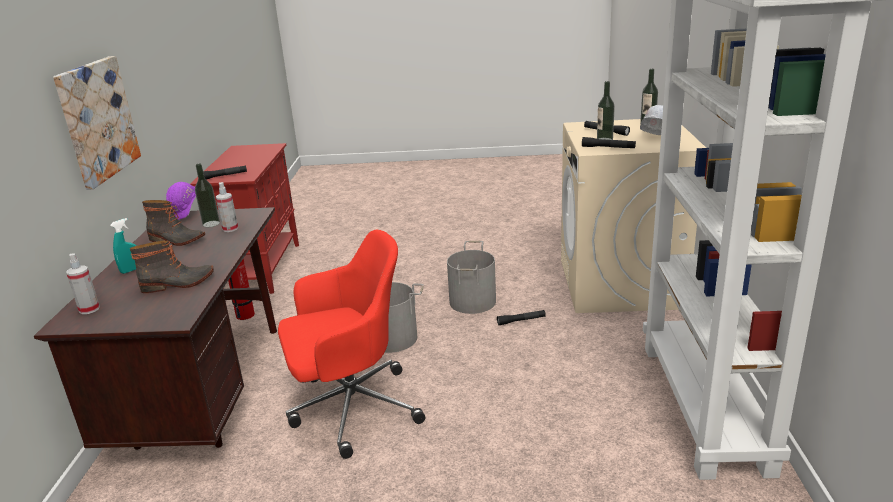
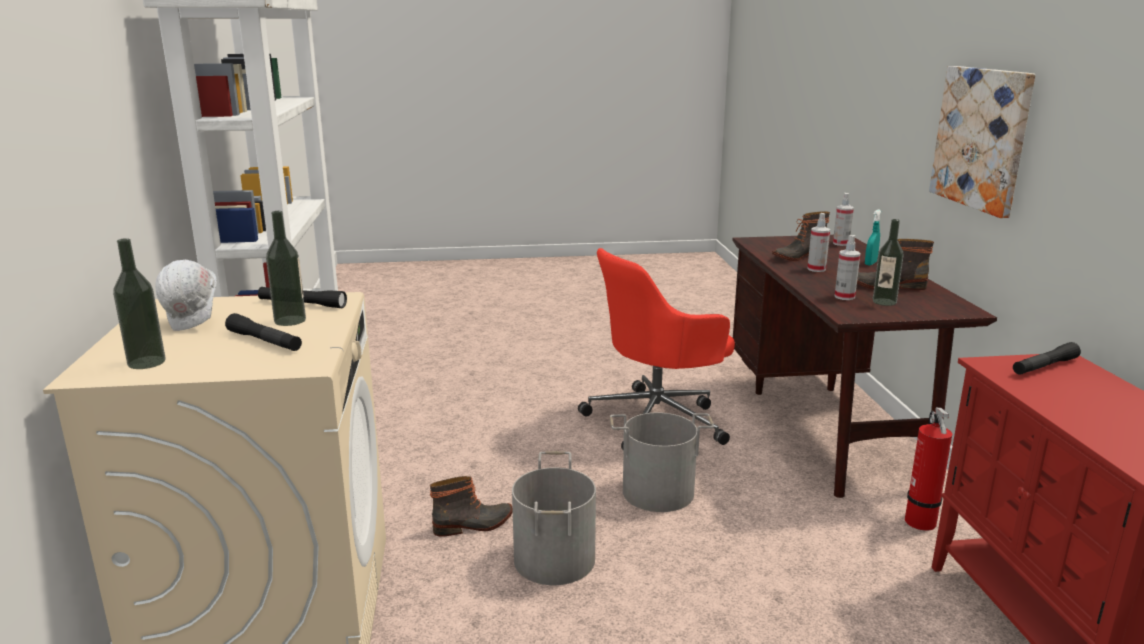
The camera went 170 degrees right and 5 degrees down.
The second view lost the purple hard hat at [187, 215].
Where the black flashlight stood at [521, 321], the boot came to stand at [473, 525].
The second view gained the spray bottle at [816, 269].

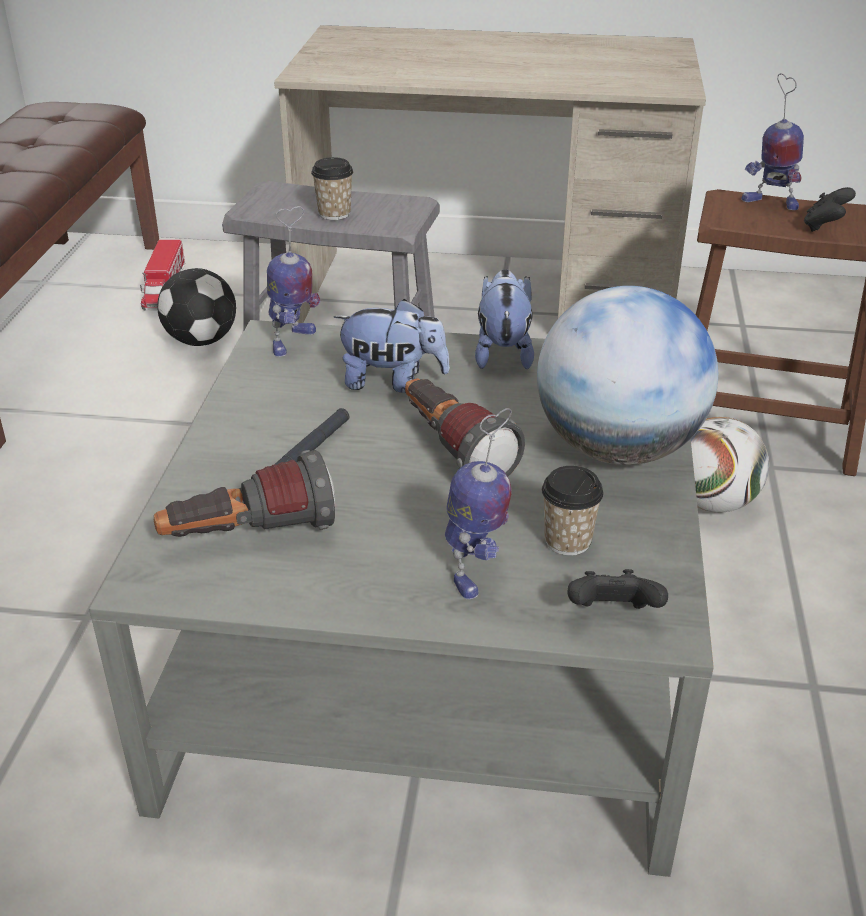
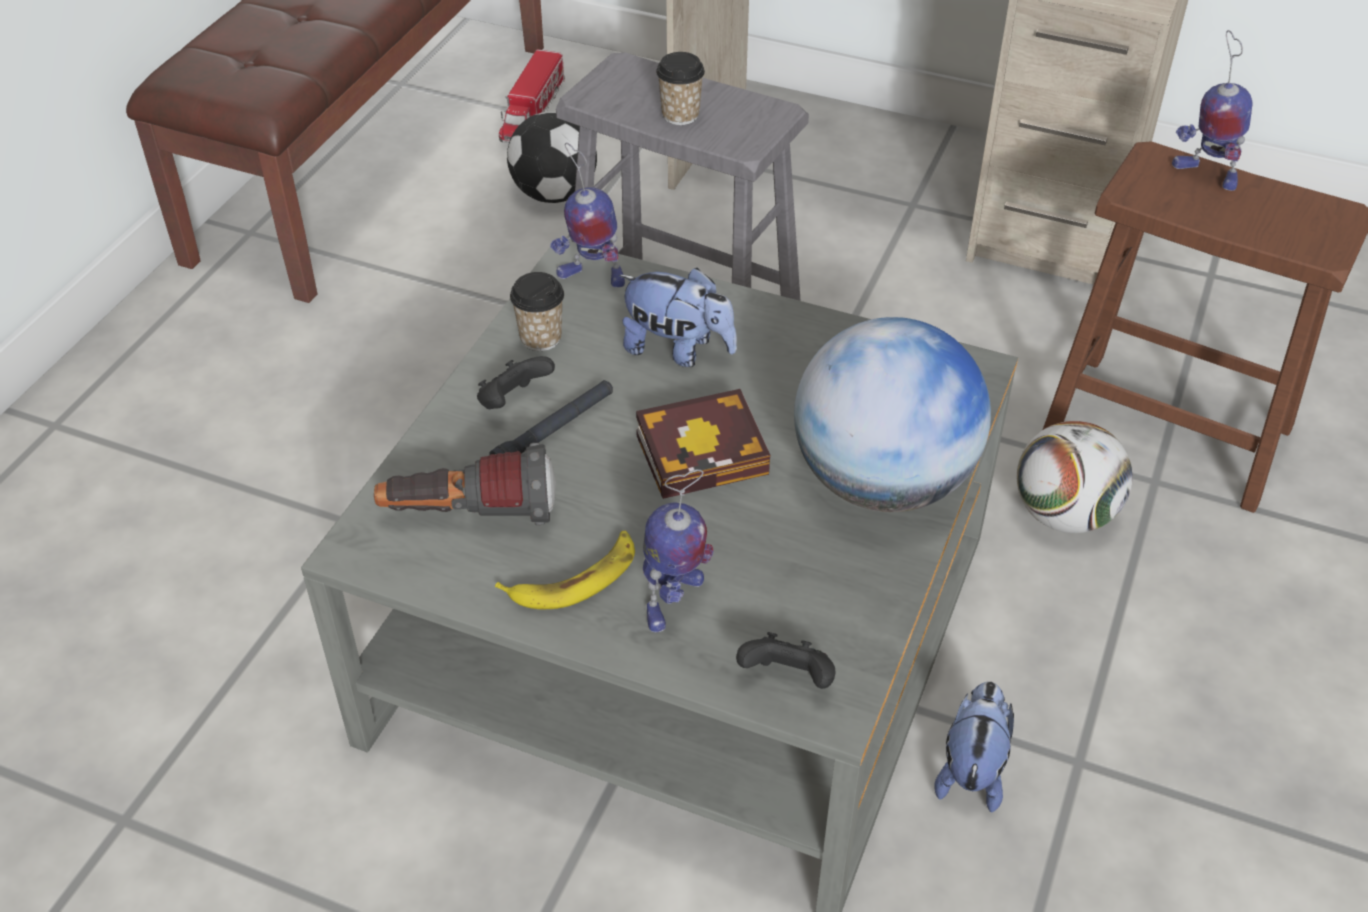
The camera went 15 degrees right and 10 degrees up.
The black game controller ended up elsewhere, having gone from [824, 227] to [513, 402].
The toy robot at [292, 342] ended up facing another way, 60 degrees clockwise from before.
The plush toy ended up elsewhere, having gone from [503, 352] to [971, 770].
Where the flashlight stood at [453, 451], the book came to stand at [707, 452].
The cup ended up elsewhere, having gone from [567, 541] to [541, 338].
The second view gained the banana at [575, 578].

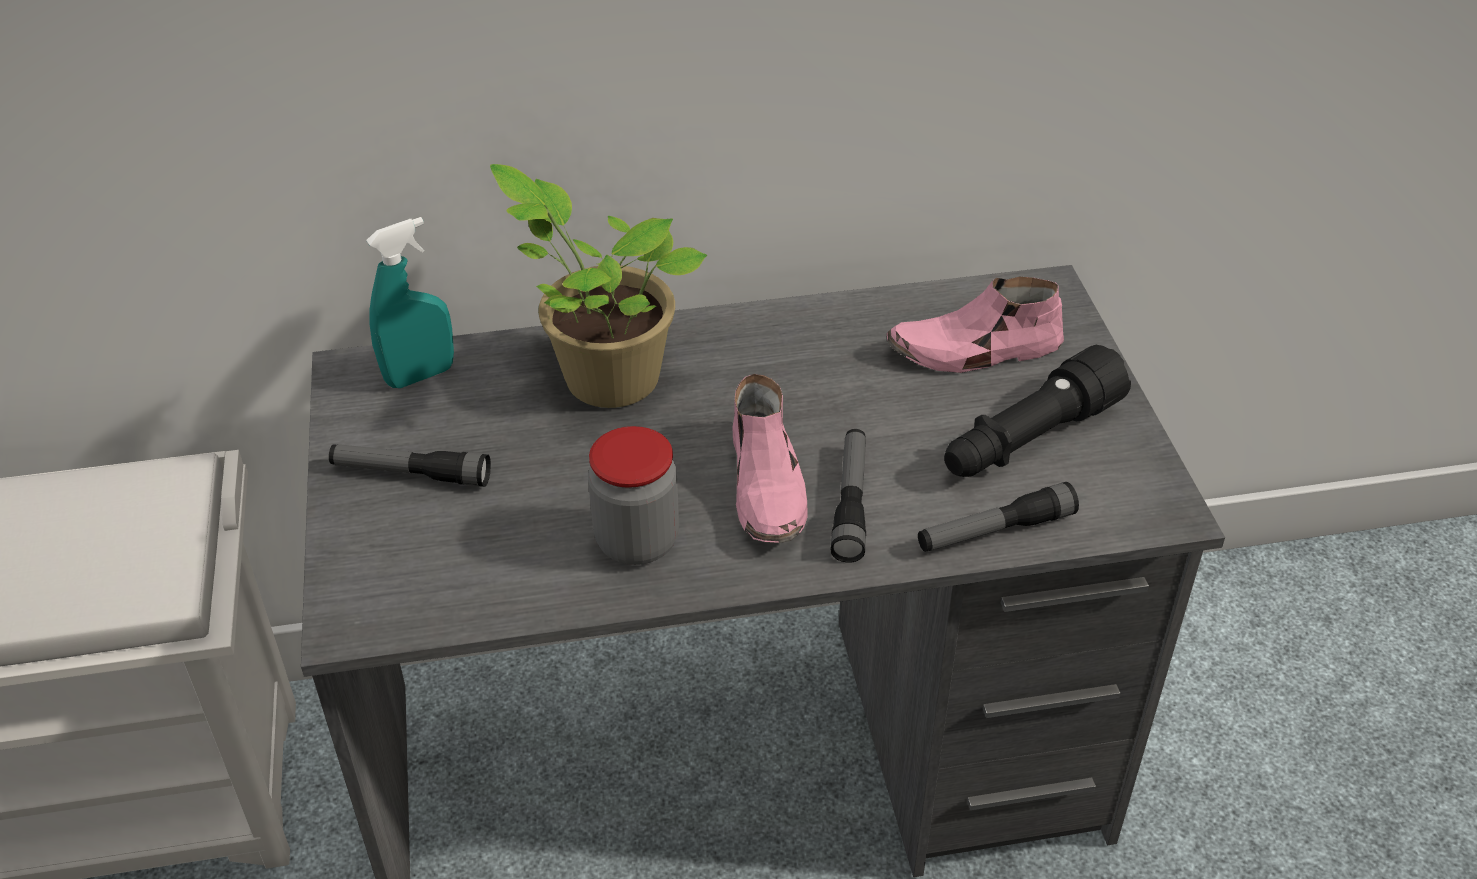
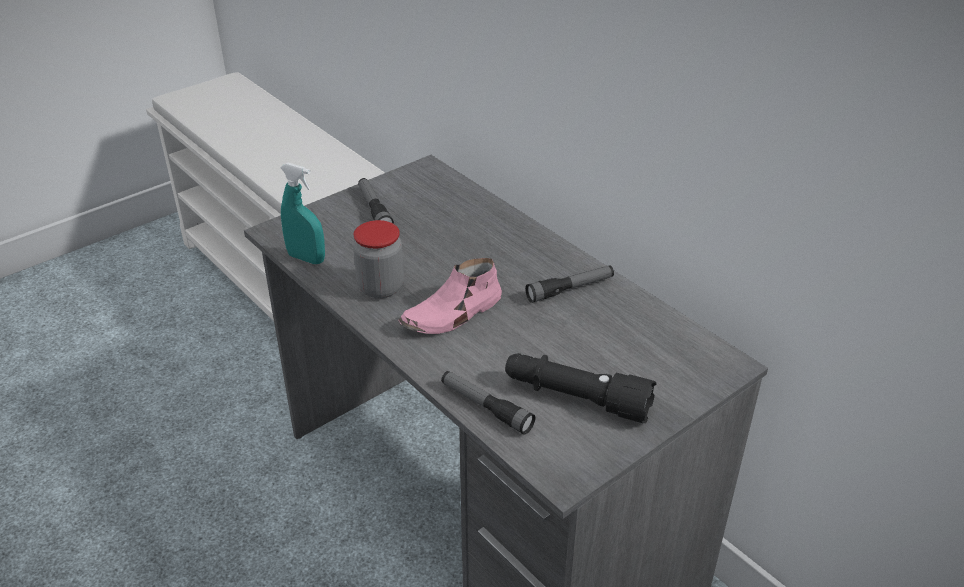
The camera went 60 degrees right and 5 degrees down.
The second view lost the potted plant at [604, 377].
The turquoise spray bottle ended up elsewhere, having gone from [420, 375] to [306, 258].
The second view lost the pink shoe at [975, 350].
The flashlight ended up elsewhere, having gone from [851, 503] to [570, 289].

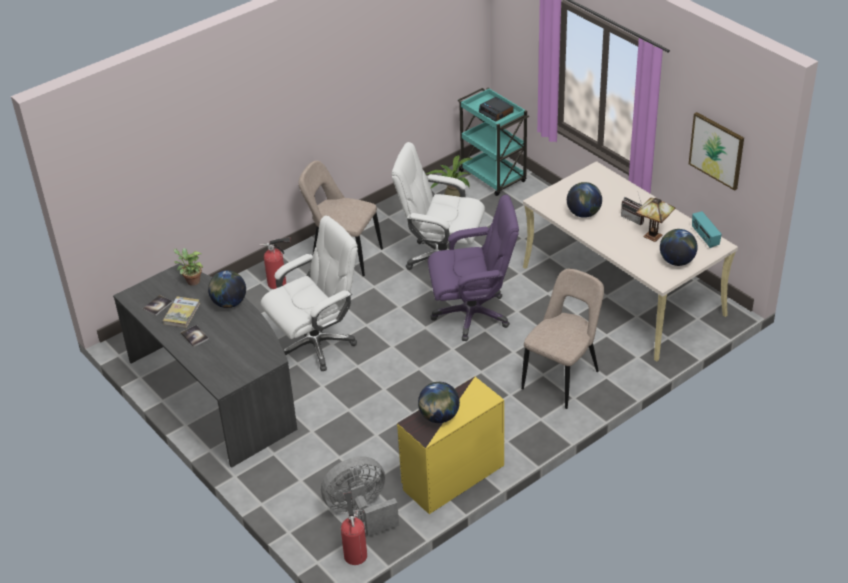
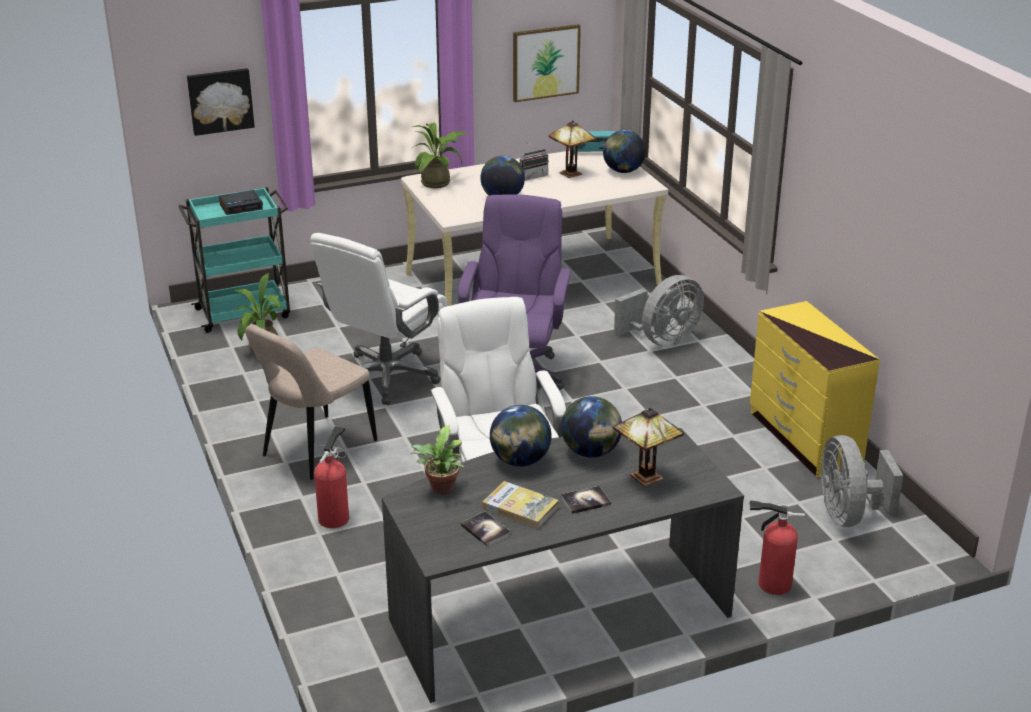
The camera went 75 degrees left and 10 degrees down.
Where the beige chair stood at [562, 378], the grey fan came to stand at [662, 340].
The globe ended up elsewhere, having gone from [439, 417] to [591, 452].
The fire extinguisher ended up elsewhere, having gone from [355, 553] to [770, 584].
The second view gained the picture at [220, 100].
The second view gained the potted plant at [439, 183].
The second view gained the table lamp at [646, 478].

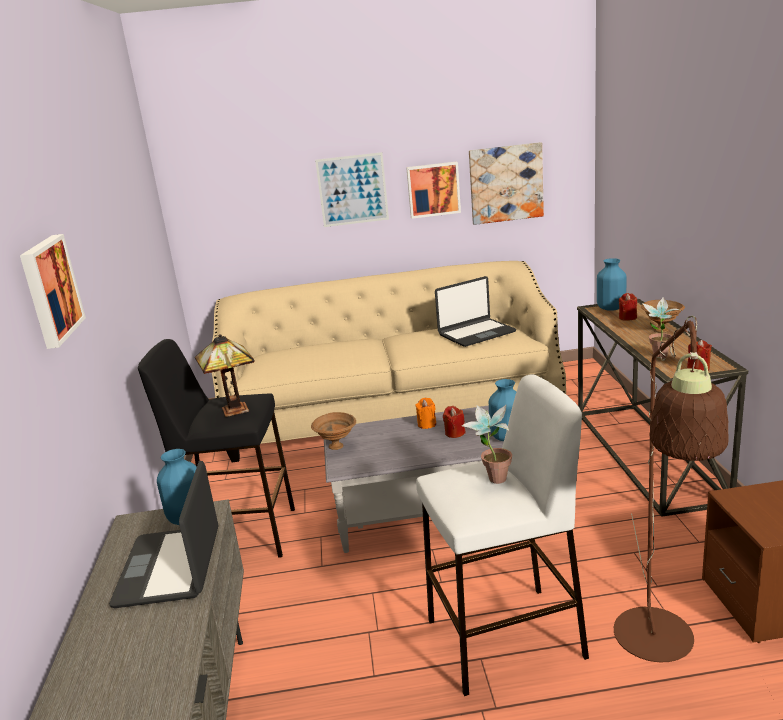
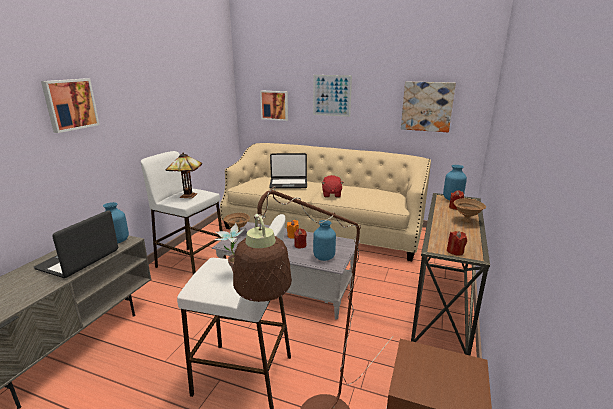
The camera went 25 degrees right and 0 degrees up.
The picture ended up elsewhere, having gone from [433, 189] to [274, 105].
The laptop ended up elsewhere, having gone from [476, 333] to [288, 184].
The second view lost the potted plant at [659, 358].
What was the black stool at [239, 535] turned into the white stool at [191, 264].
The second view gained the red plush toy at [331, 194].

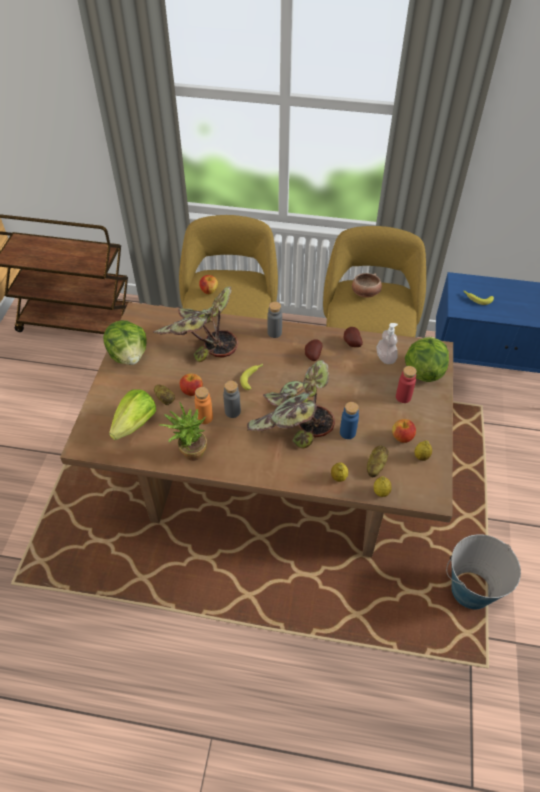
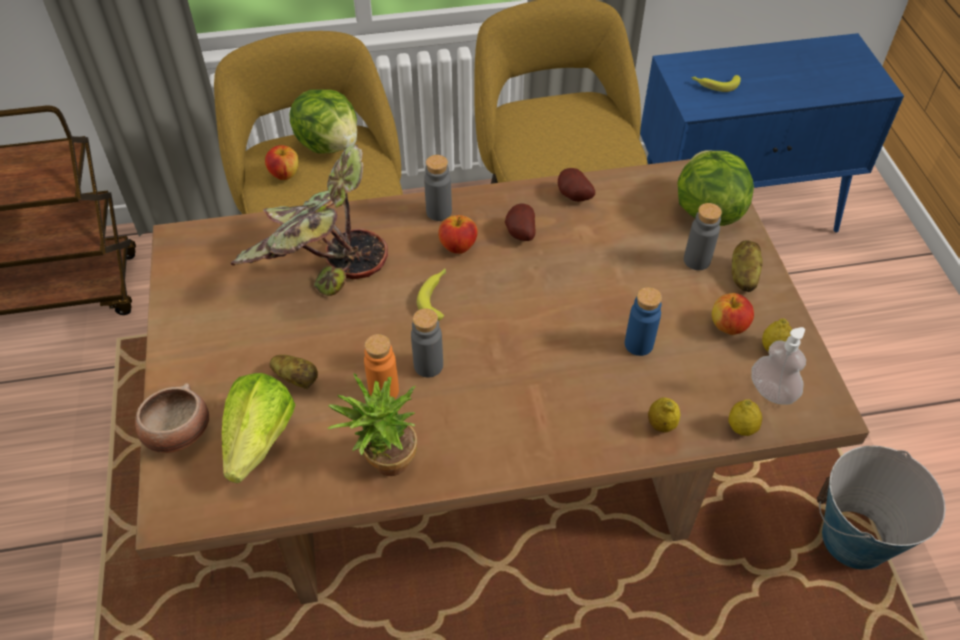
The camera went 20 degrees left and 0 degrees up.
The bowl ended up elsewhere, having gone from [365, 293] to [177, 433].
The lettuce ended up elsewhere, having gone from [129, 355] to [329, 144].
The soap dispenser ended up elsewhere, having gone from [385, 358] to [772, 391].
The second view lost the potted plant at [291, 425].
What was the red bottle at [403, 397] turned into the grey bottle at [696, 260].
The apple ended up elsewhere, having gone from [192, 391] to [458, 246].
The potato ended up elsewhere, having gone from [375, 466] to [743, 275].

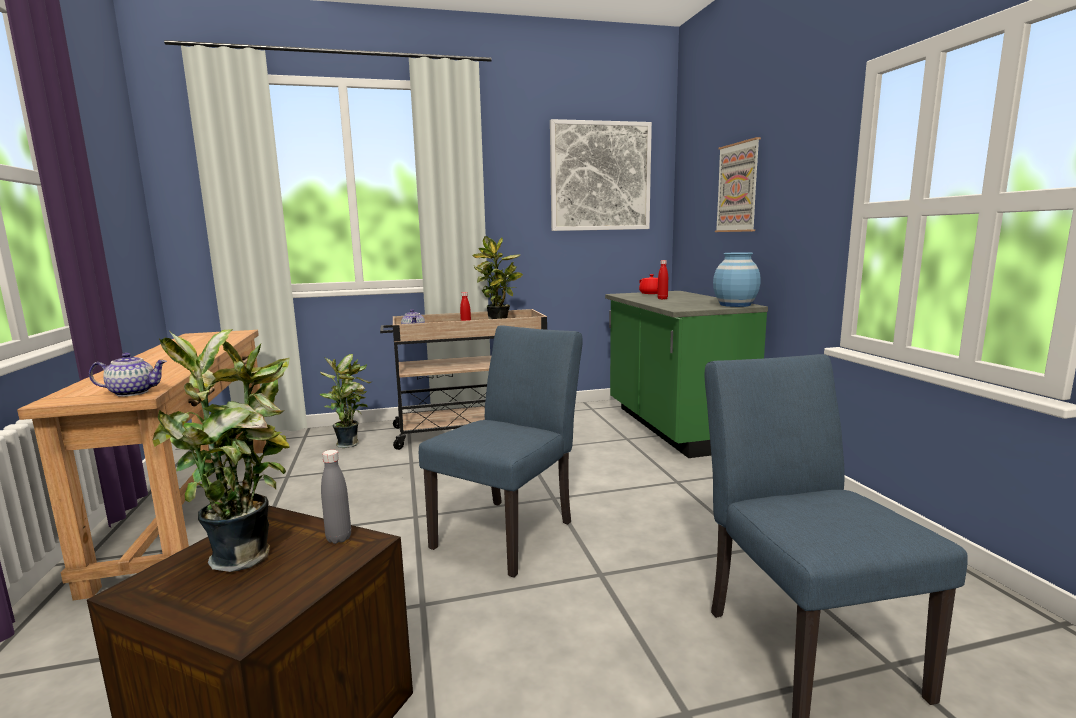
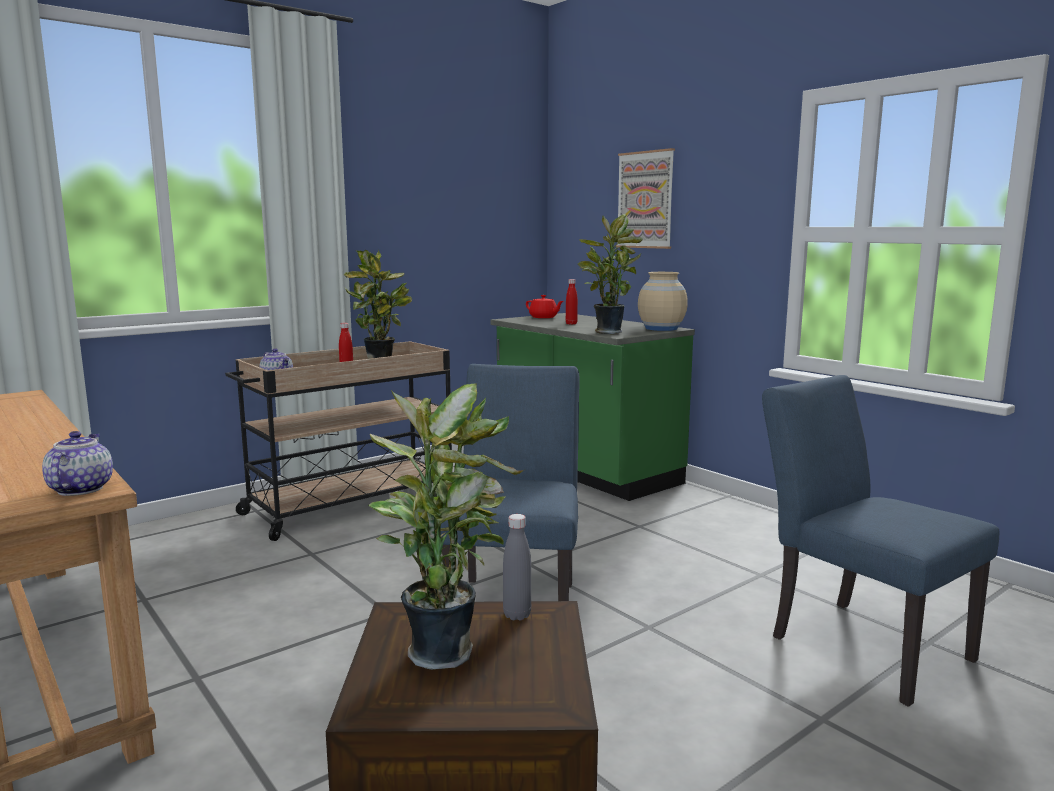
The camera went 25 degrees left and 0 degrees up.
The second view lost the picture at [600, 176].
What was the blue vase at [735, 305] turned into the beige vase at [661, 328].
The teapot at [133, 392] ended up facing another way, 60 degrees counterclockwise from before.
The potted plant ended up elsewhere, having gone from [349, 444] to [607, 332].

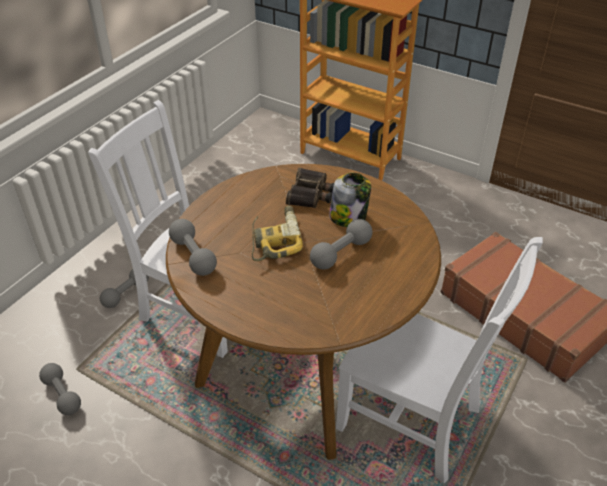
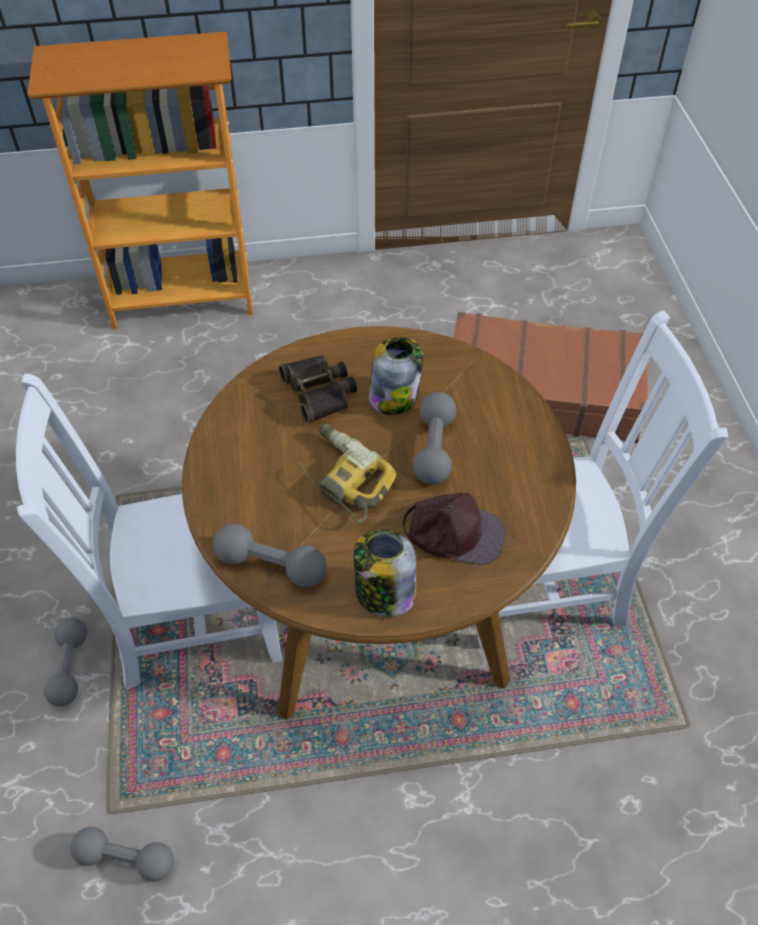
The camera went 40 degrees left and 10 degrees up.
The second view gained the brown cap at [453, 532].
The second view gained the jar at [384, 593].

